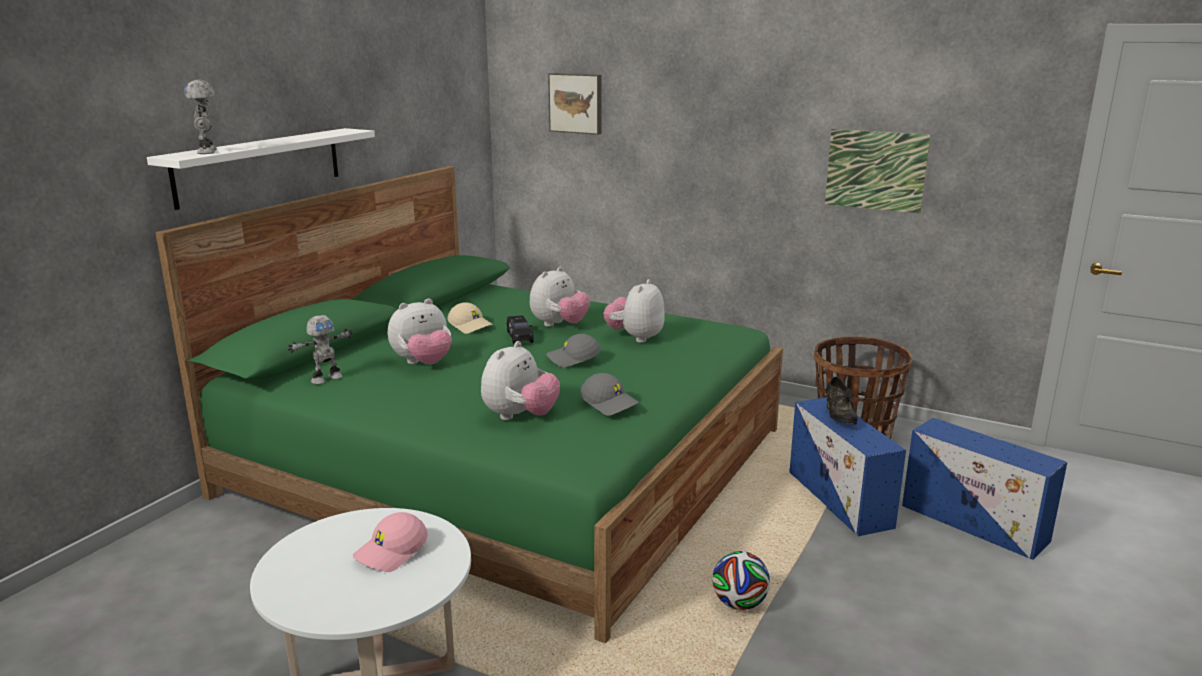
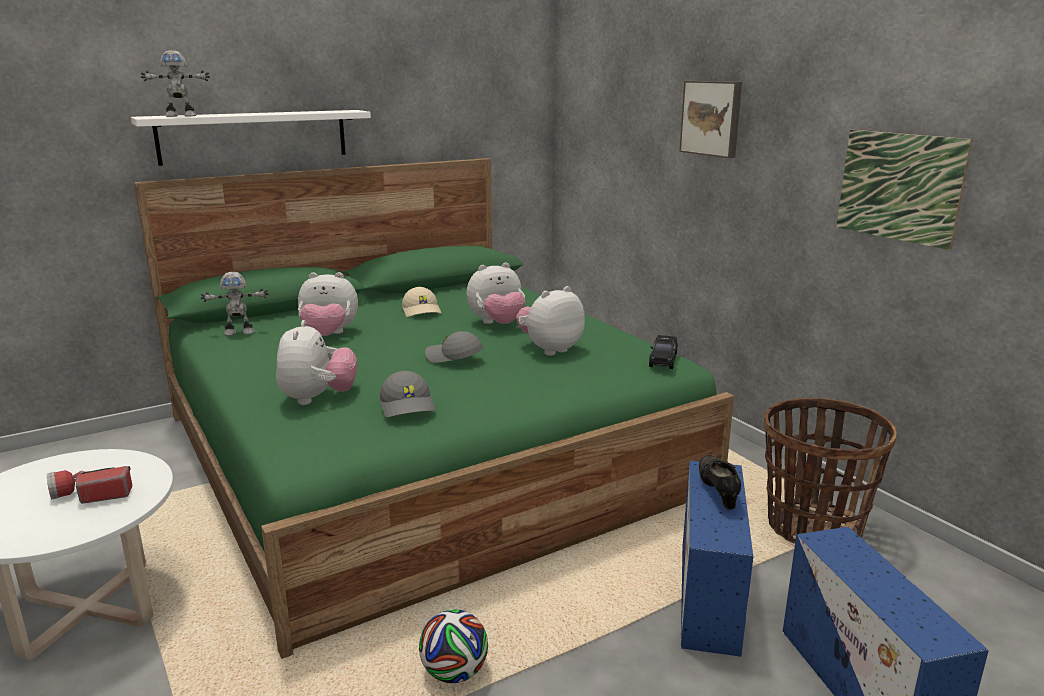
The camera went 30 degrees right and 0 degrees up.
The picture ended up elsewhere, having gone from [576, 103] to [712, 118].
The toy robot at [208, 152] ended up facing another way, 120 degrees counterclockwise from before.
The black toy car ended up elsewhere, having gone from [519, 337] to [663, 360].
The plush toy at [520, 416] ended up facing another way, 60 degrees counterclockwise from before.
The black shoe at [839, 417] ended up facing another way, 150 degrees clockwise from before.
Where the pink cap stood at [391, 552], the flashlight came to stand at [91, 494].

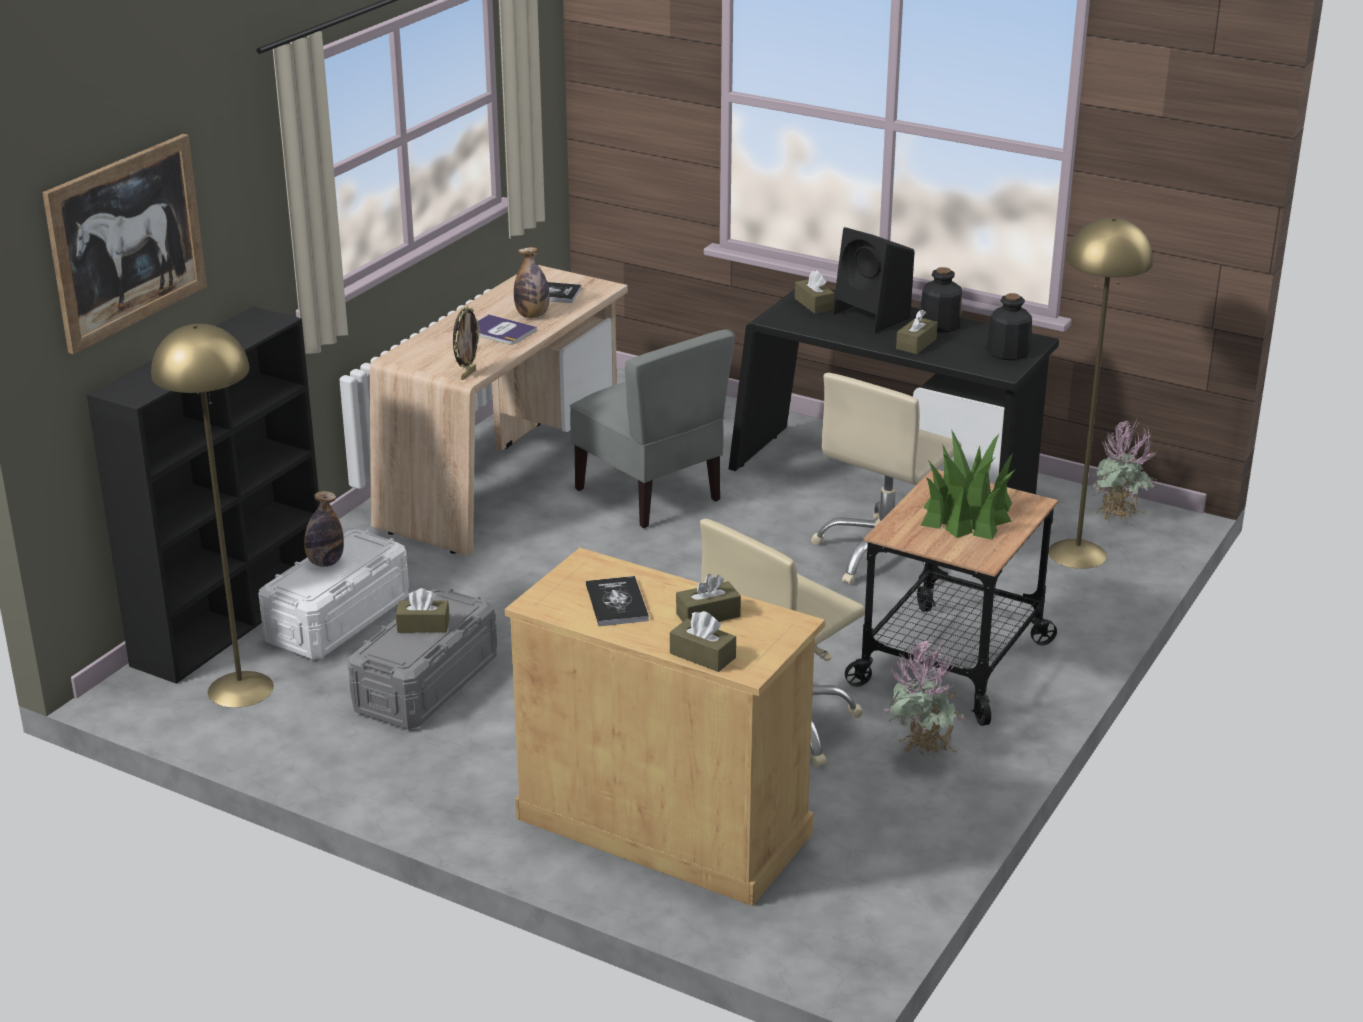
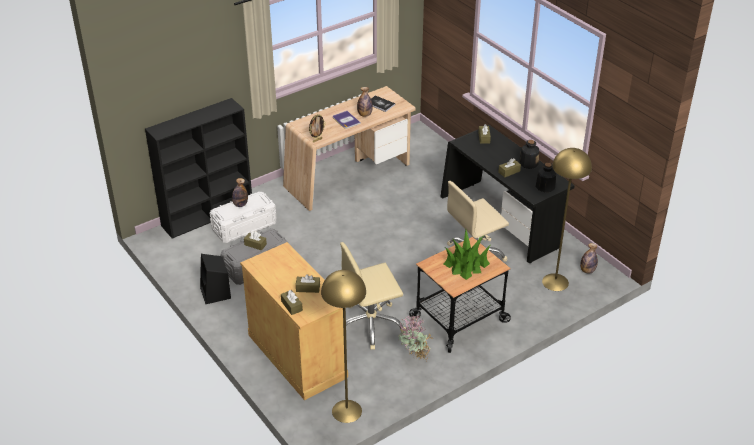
The camera went 25 degrees right and 10 degrees up.
The second view lost the picture at [126, 241].
The black speaker ended up elsewhere, having gone from [873, 318] to [216, 293].
The yellow floor lamp ended up elsewhere, having gone from [240, 689] to [346, 411].
The second view lost the grey chair at [650, 494].
Where the potted plant stood at [1118, 521], the bottle came to stand at [587, 271].
The second view lost the book at [616, 603].

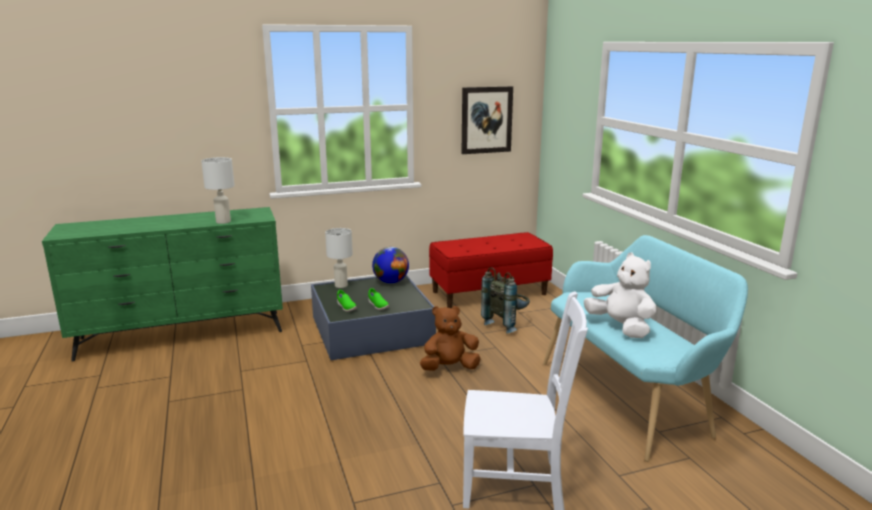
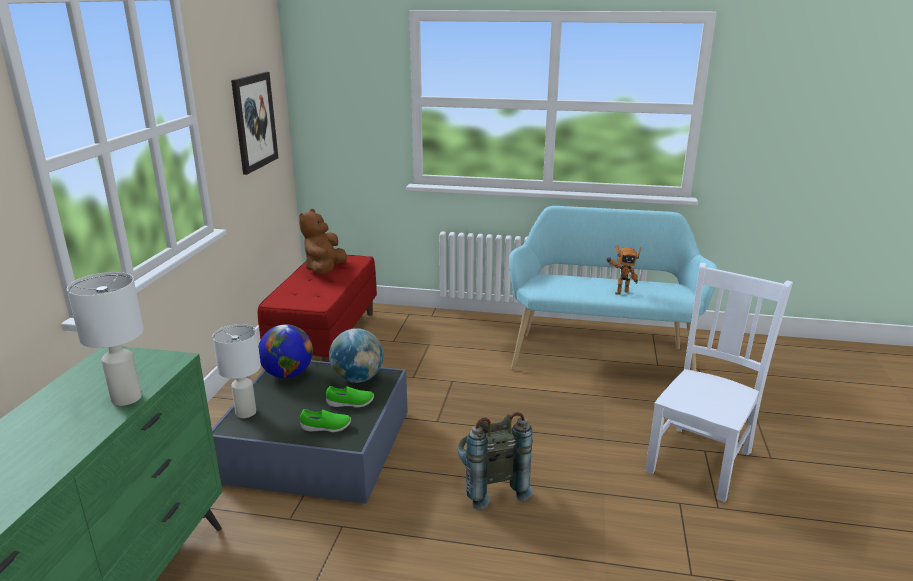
The camera went 60 degrees left and 5 degrees up.
Where the white plush toy stood at [620, 327], the toy robot came to stand at [620, 292].
The grey backpack ended up elsewhere, having gone from [506, 324] to [490, 486].
The brown plush toy ended up elsewhere, having gone from [449, 368] to [325, 270].
The second view gained the globe at [357, 378].

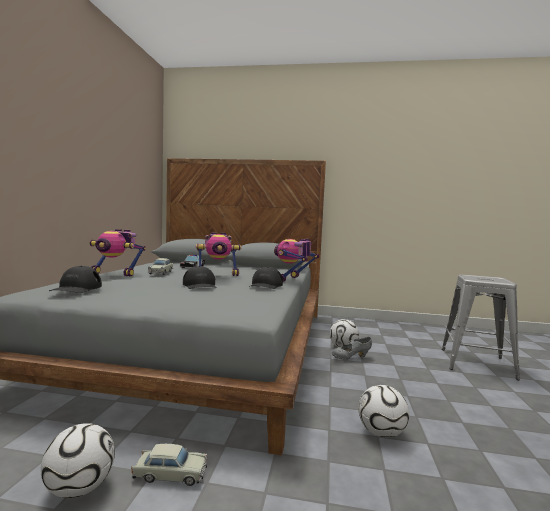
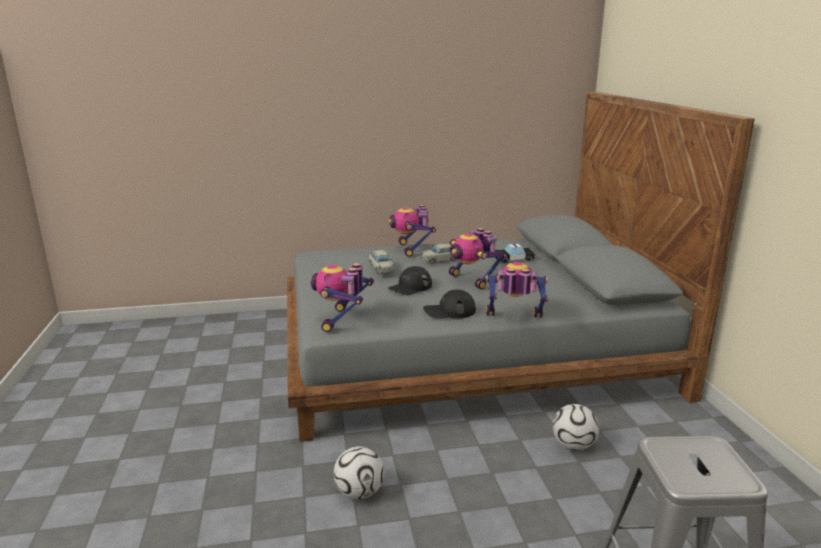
The camera went 70 degrees right and 15 degrees up.
The second view lost the black cap at [76, 288].
The second view lost the grey shoe at [351, 358].
The second view lost the football at [79, 488].
The beige toy car ended up elsewhere, having gone from [170, 474] to [381, 268].
The second view gained the toy robot at [342, 320].

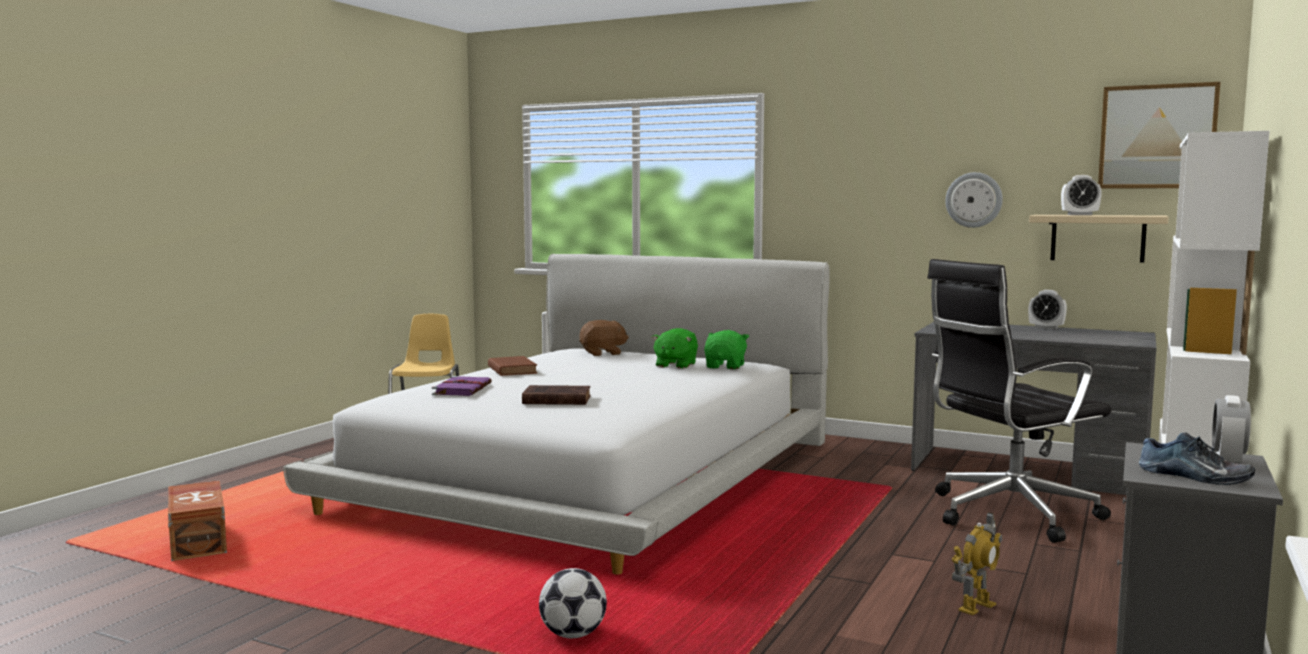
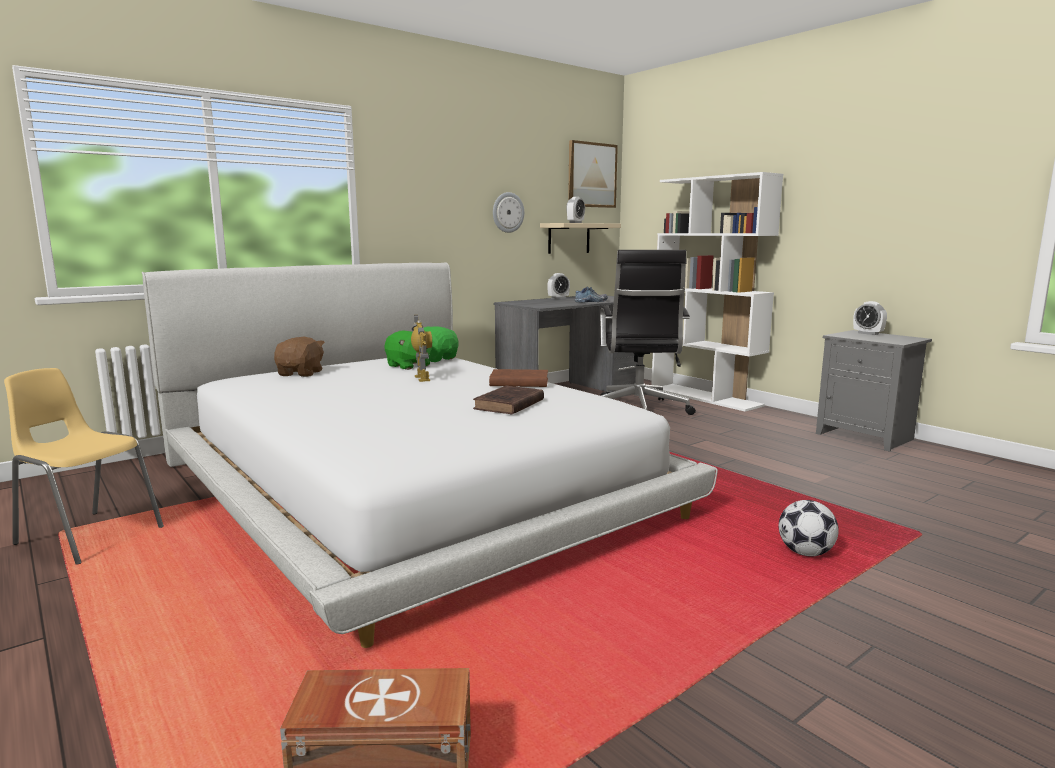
The camera went 65 degrees left and 5 degrees up.
The brown book ended up elsewhere, having gone from [512, 370] to [517, 382].
The second view lost the purple book at [462, 389].
The shoe ended up elsewhere, having gone from [1194, 476] to [591, 301].
The toy robot ended up elsewhere, having gone from [976, 607] to [422, 378].

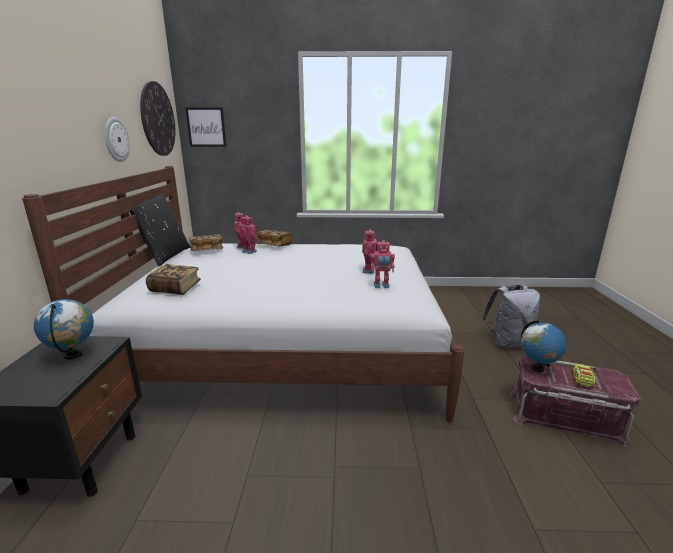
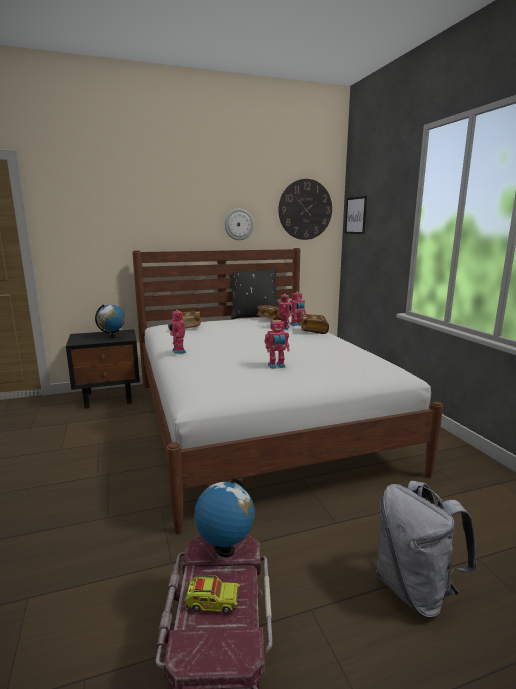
The camera went 70 degrees right and 5 degrees down.
The toy robot ended up elsewhere, having gone from [381, 286] to [178, 351].

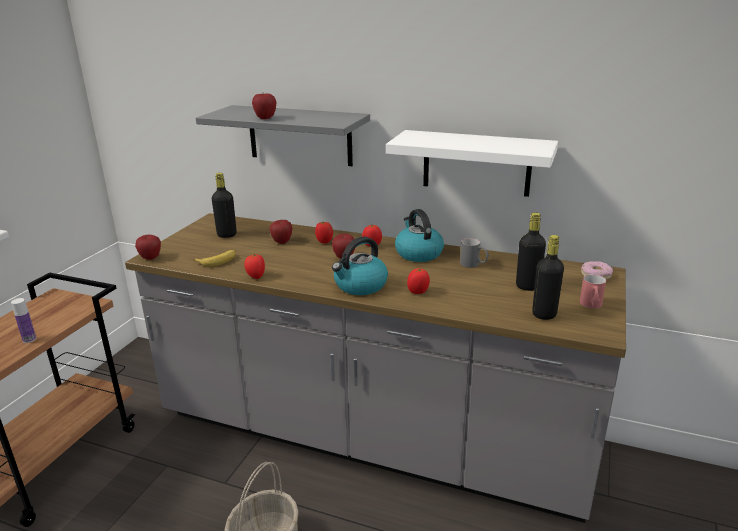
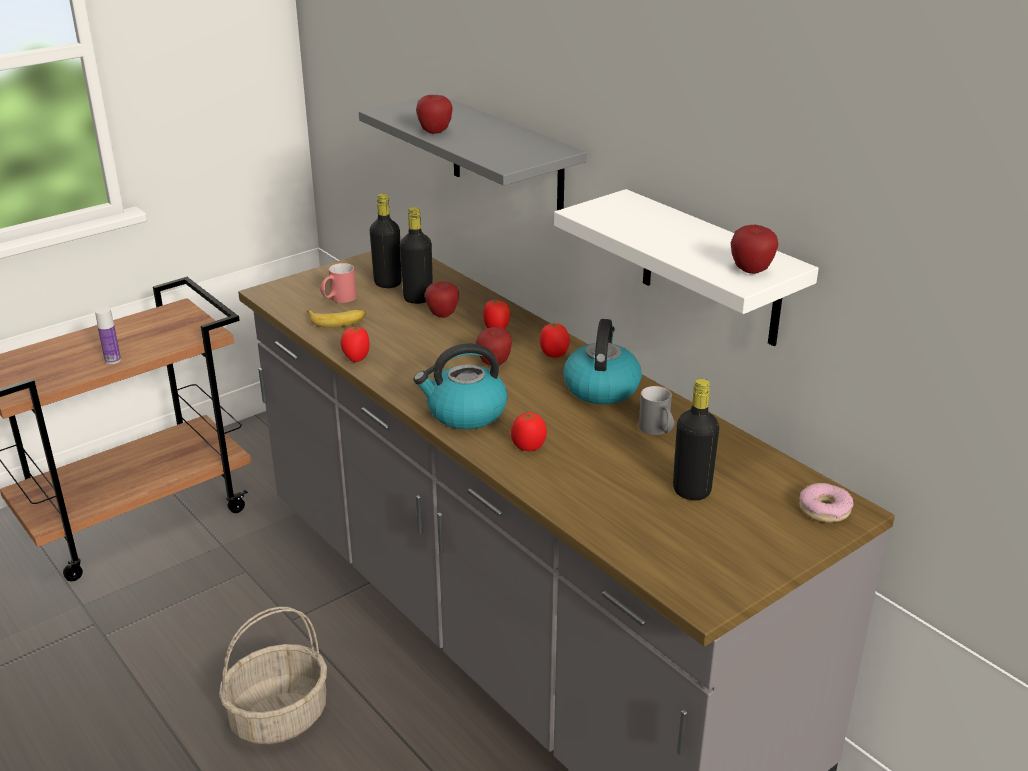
The camera went 30 degrees right and 5 degrees up.
The apple ended up elsewhere, having gone from [150, 258] to [751, 271].
The black bottle ended up elsewhere, having gone from [544, 314] to [418, 299].
The red mug ended up elsewhere, having gone from [591, 306] to [338, 299].

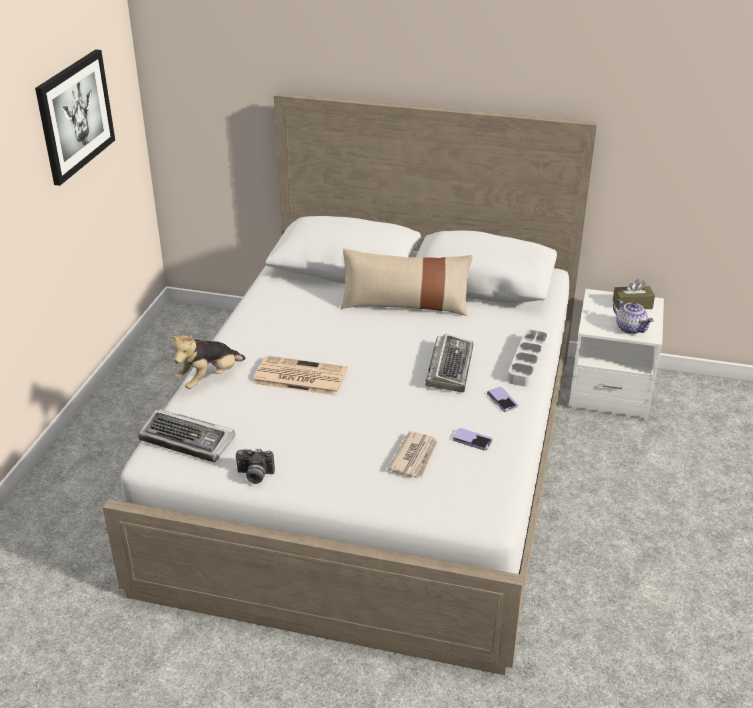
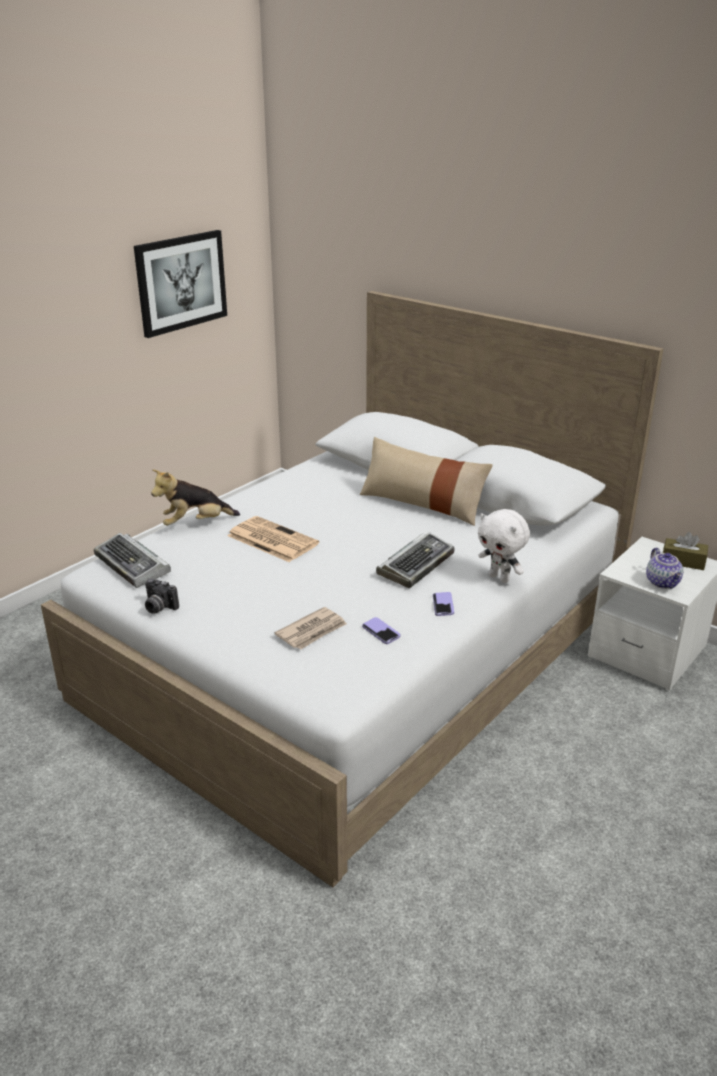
The camera went 25 degrees right and 5 degrees down.
Where the grey tray stood at [527, 361], the white plush toy came to stand at [500, 578].

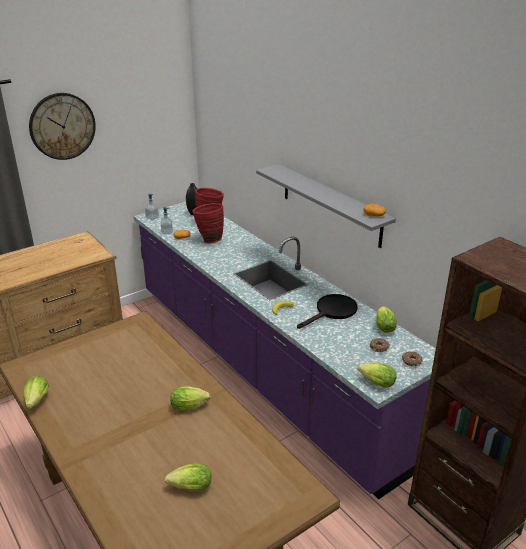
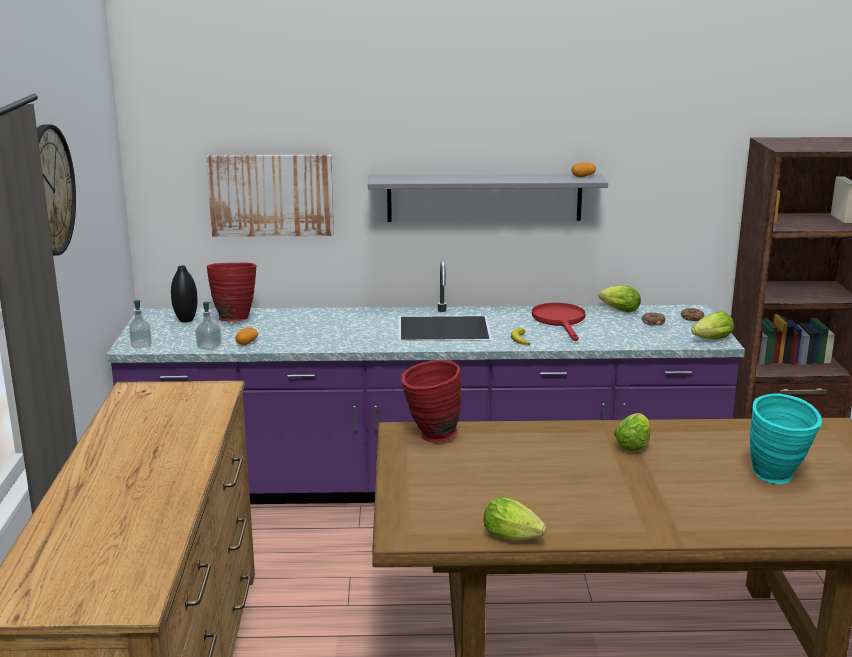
The camera went 55 degrees left and 10 degrees down.
The red vase ended up elsewhere, having gone from [209, 240] to [430, 437].
What was the black frying pan at [332, 312] turned into the red frying pan at [560, 321].
Where the lettuce stood at [188, 487], the turquoise vase came to stand at [778, 479].
The second view gained the picture at [271, 195].

